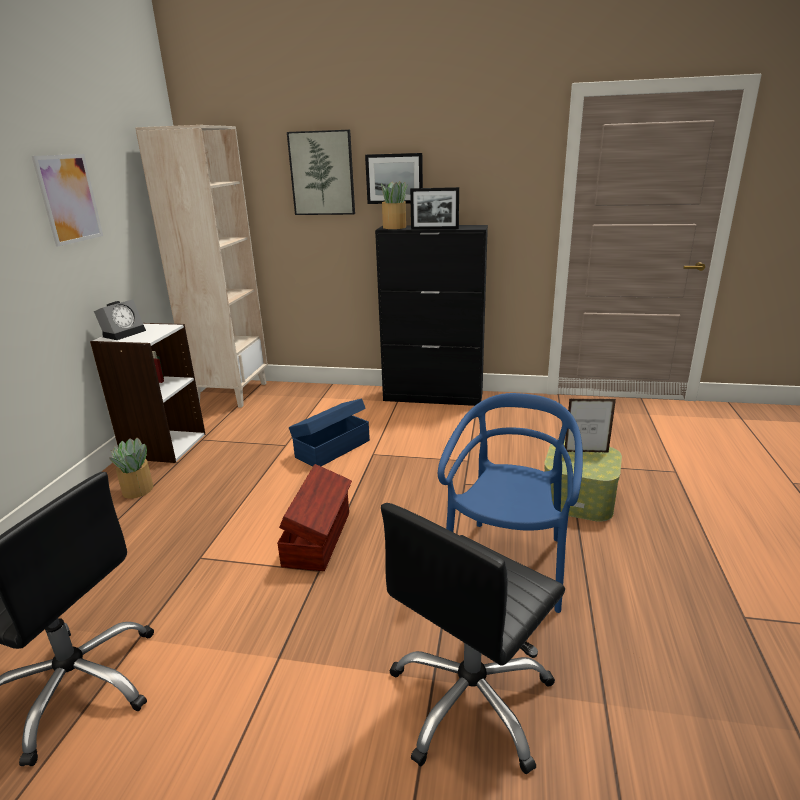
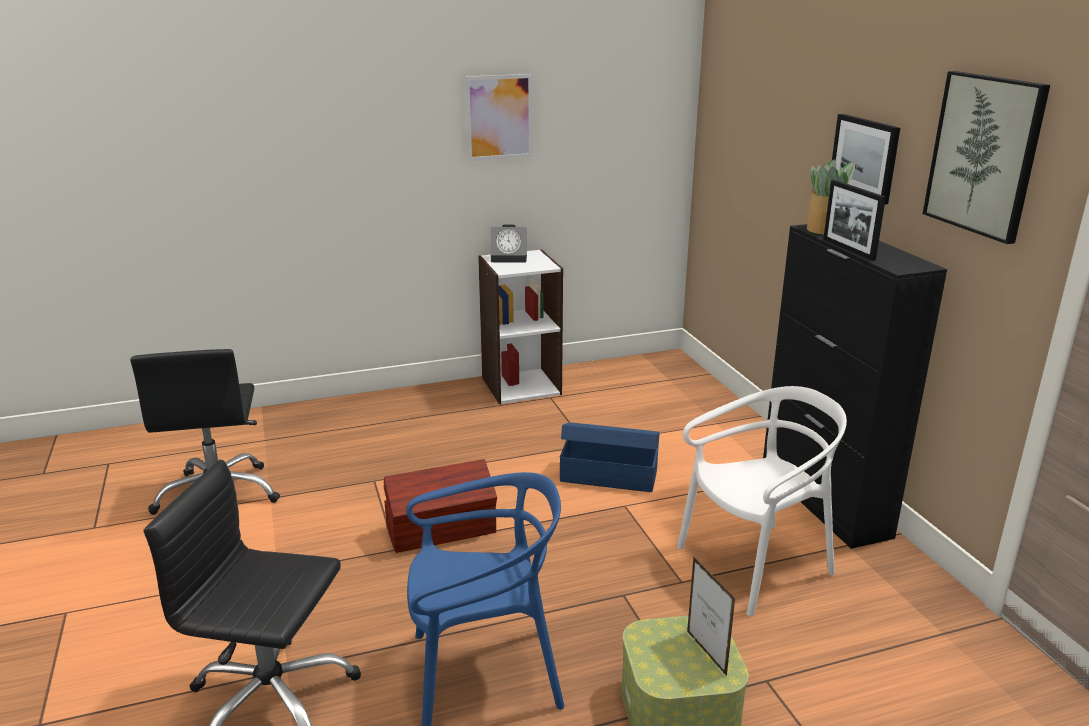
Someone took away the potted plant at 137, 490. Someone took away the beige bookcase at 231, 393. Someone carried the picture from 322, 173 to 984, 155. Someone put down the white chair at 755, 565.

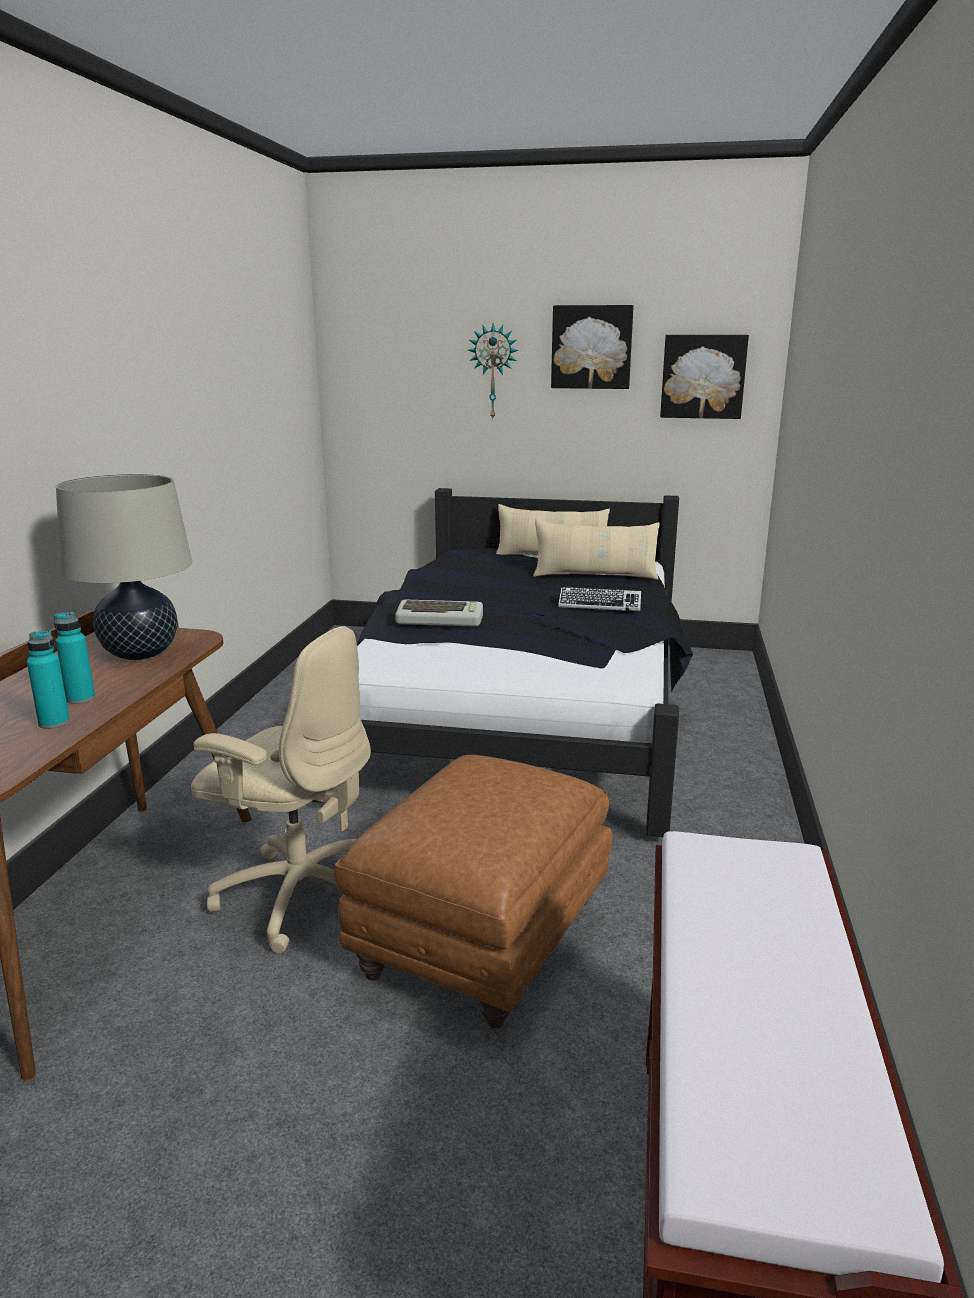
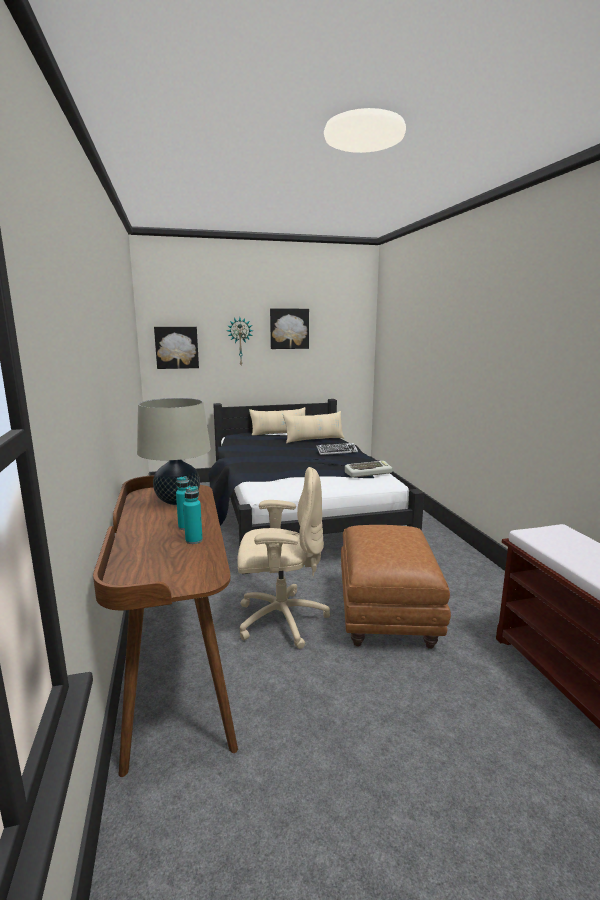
Someone carried the keyboard from 441, 620 to 368, 472. Someone carried the picture from 703, 376 to 176, 347.

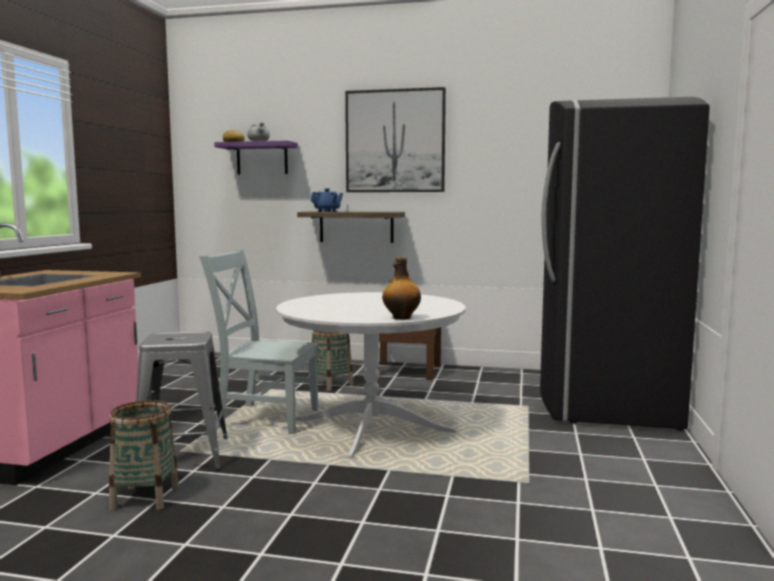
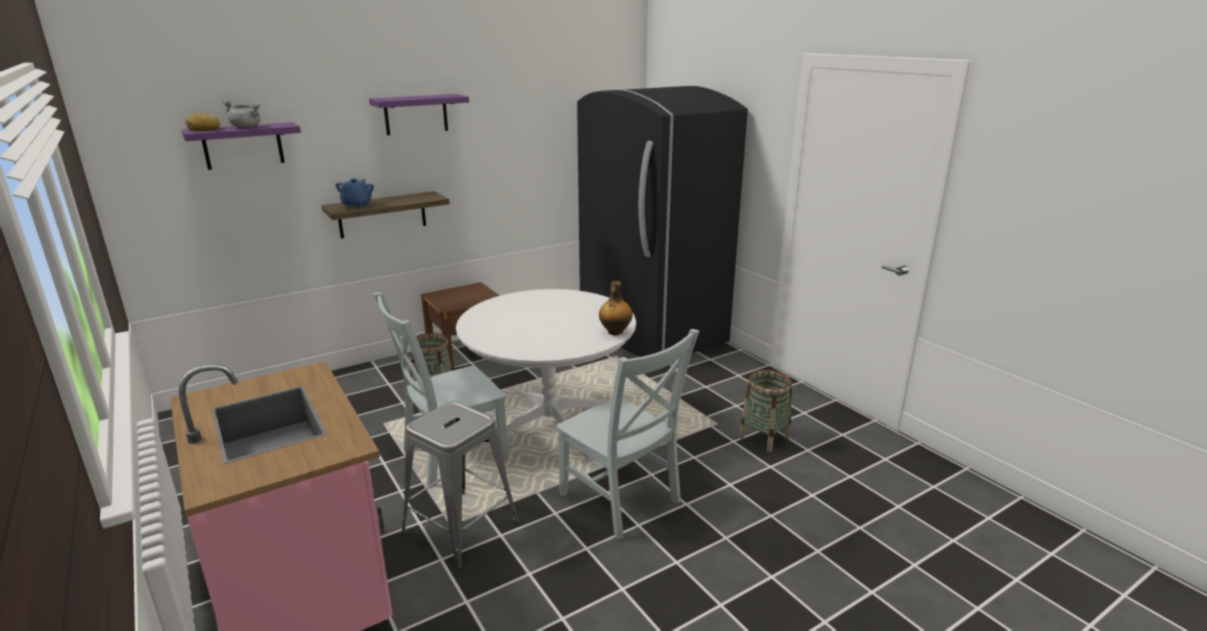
Someone carried the basket from 145, 497 to 764, 437. Someone swapped the picture at 395, 141 for the purple shelf at 416, 114. Someone put down the grey chair at 622, 500.

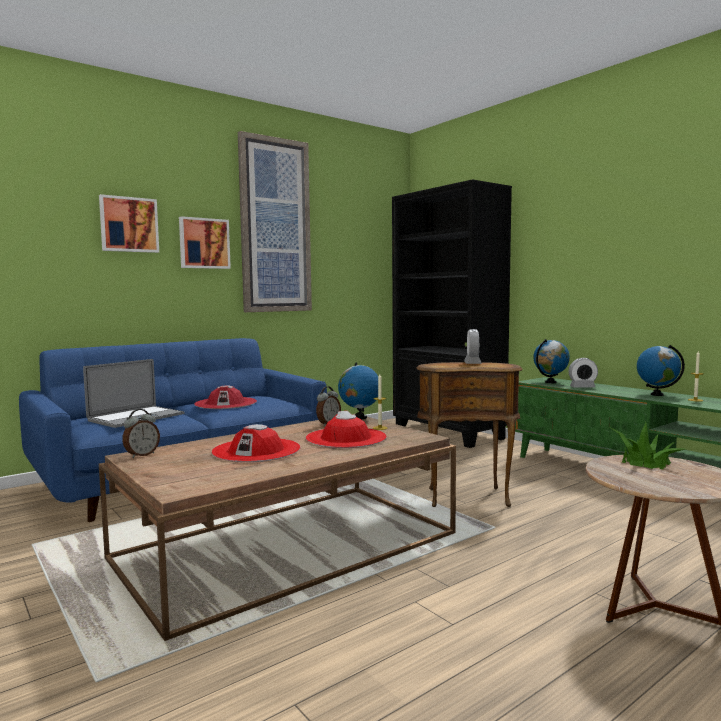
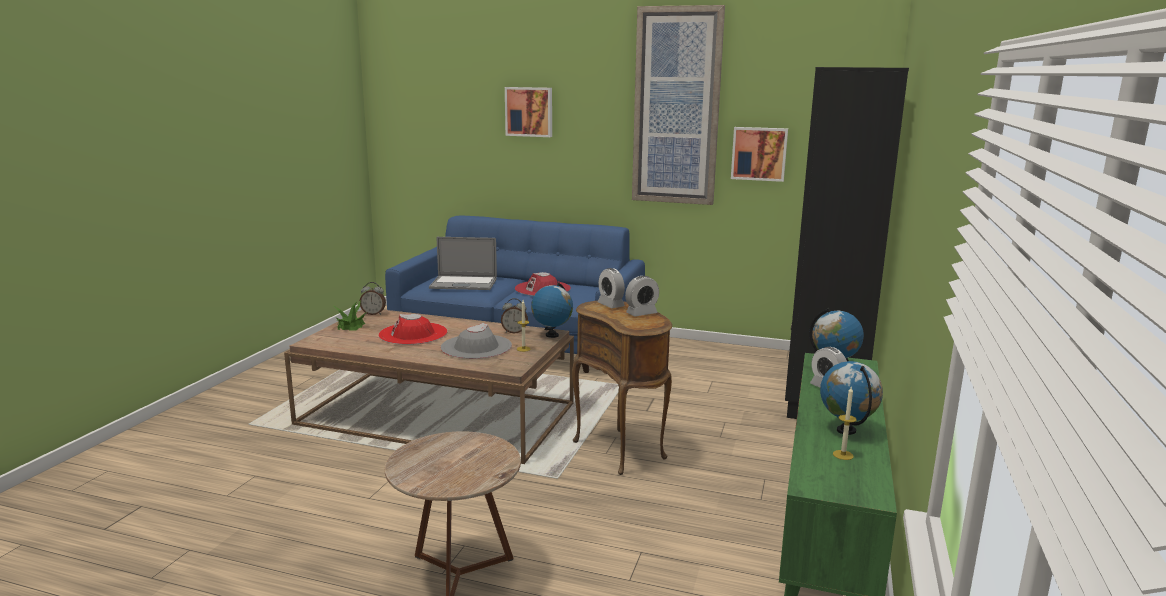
Someone carried the picture from 204, 243 to 759, 153. Someone repainted the red hat at 346, 438, which became the grey hat at 476, 347. Someone carried the potted plant from 645, 462 to 351, 325. Someone put down the alarm clock at 610, 305.

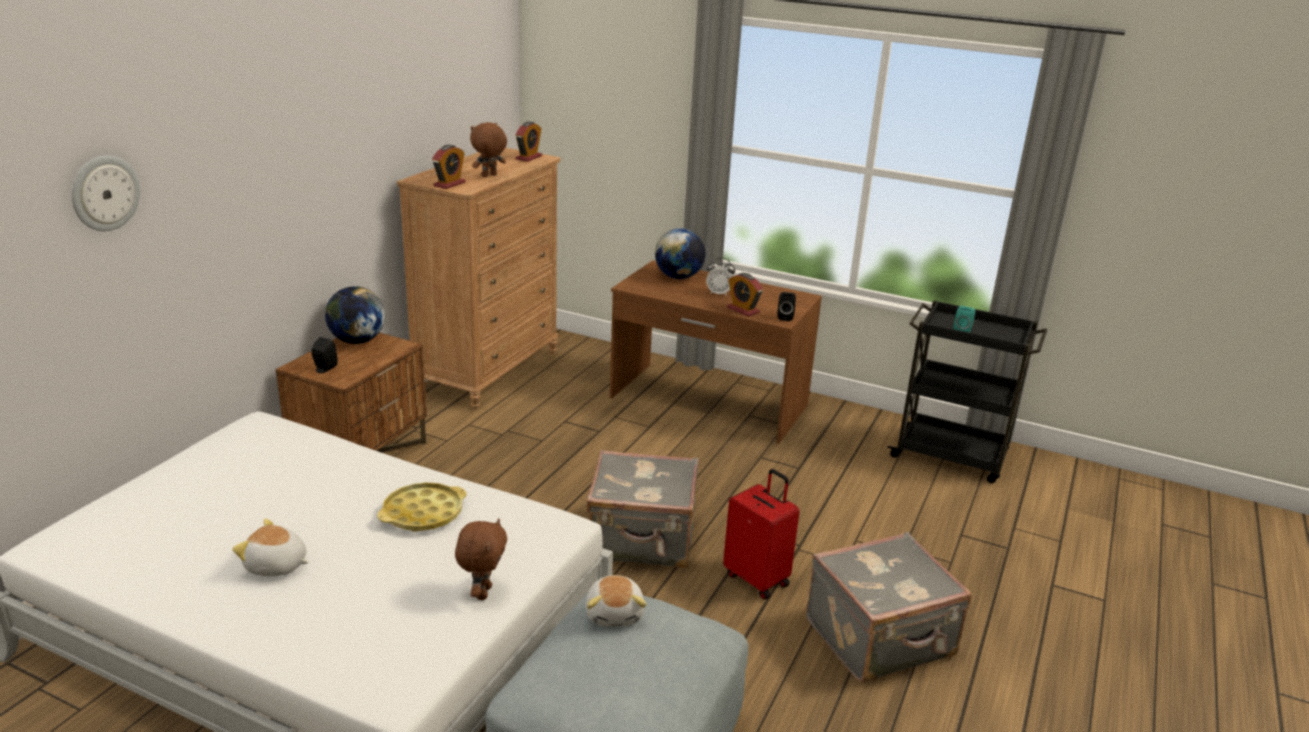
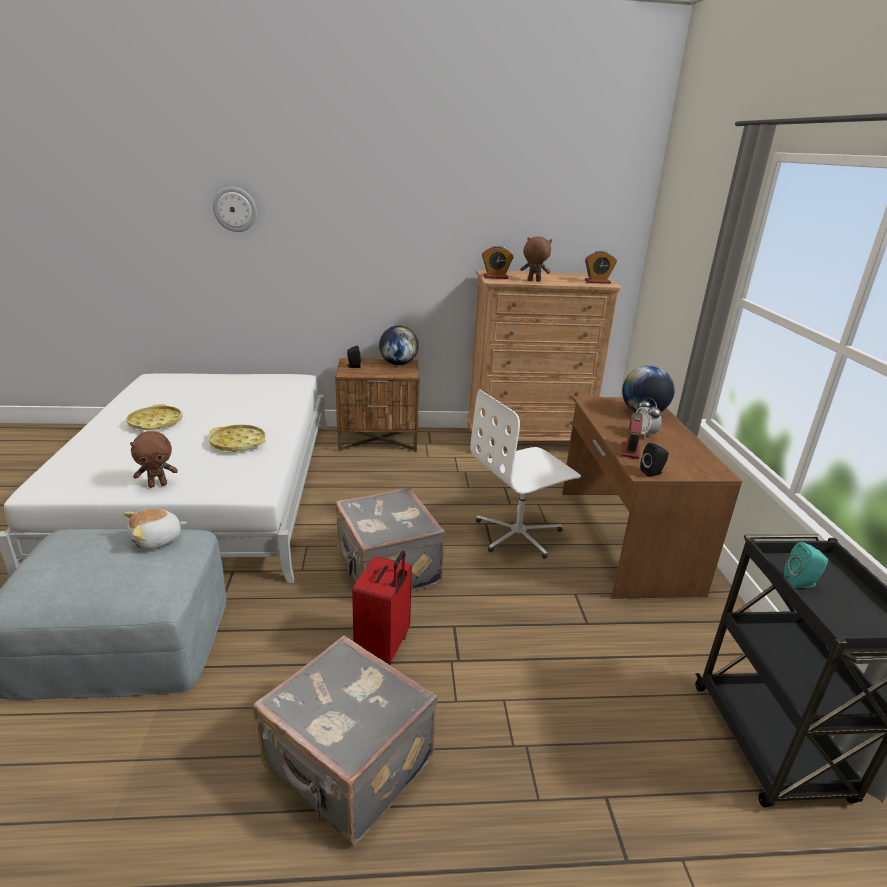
Someone swapped the plush toy at 276, 566 for the yellow tray at 155, 422. Someone put down the white office chair at 519, 534.

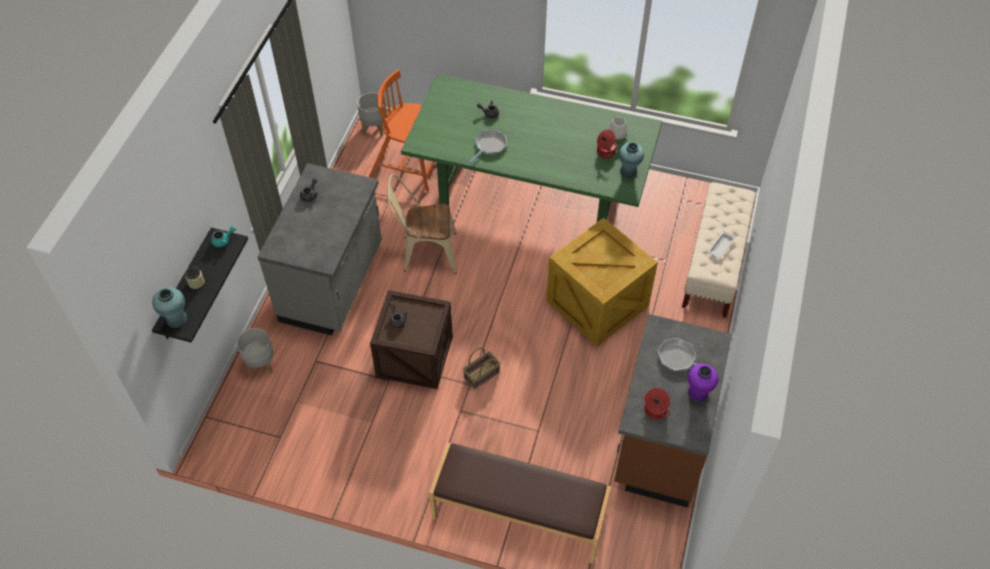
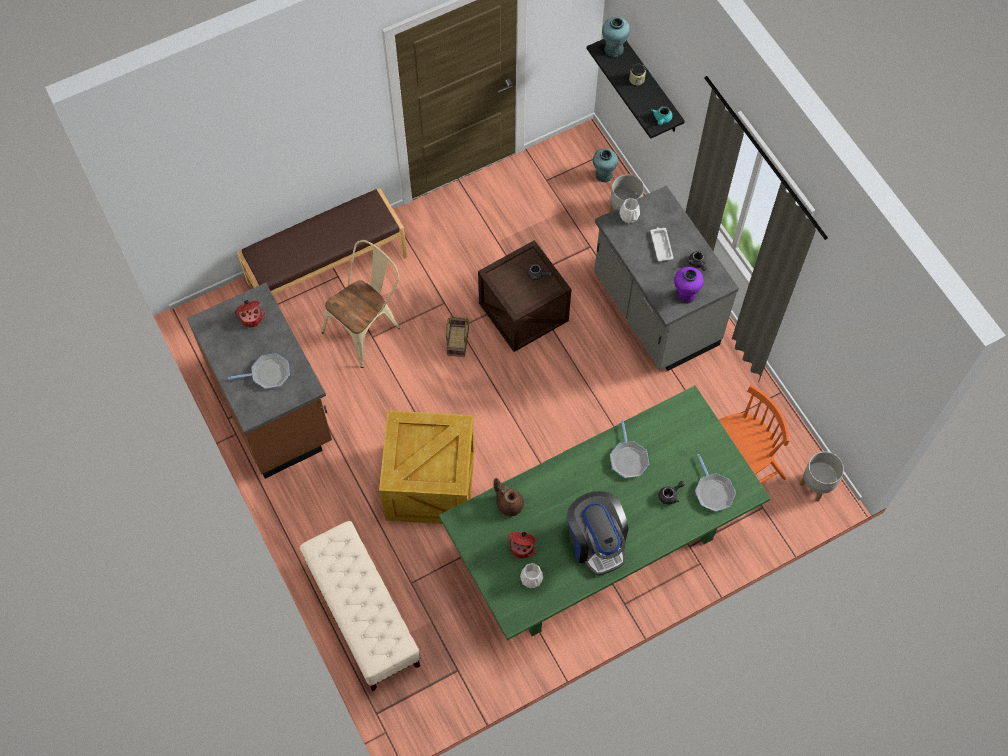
Someone carried the beige chair from 424, 253 to 367, 327. Someone carried the turquoise vase from 628, 171 to 604, 175. Someone carried the purple vase from 697, 393 to 685, 295. Someone carried the white tray from 720, 247 to 661, 245. Someone put down the brown teapot at 509, 503. Someone put down the coffee machine at 596, 541. Someone put down the white vase at 628, 216. Someone put down the frying pan at 713, 491.

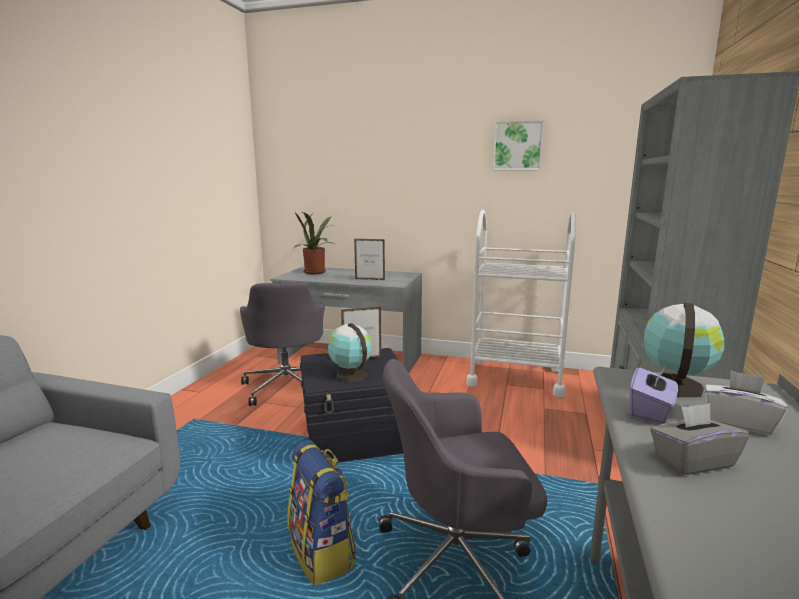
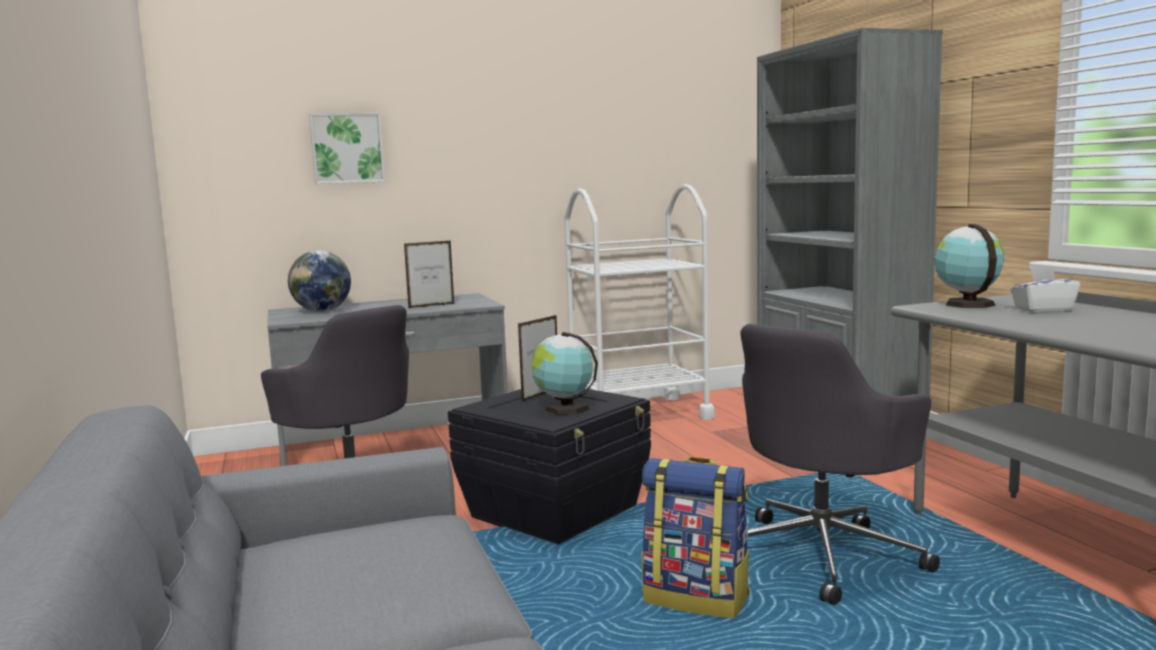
Someone swapped the potted plant at 316, 272 for the globe at 322, 311. Someone carried the picture from 517, 146 to 347, 148. Someone took away the purple tissue box at 650, 411. Someone took away the grey tissue box at 692, 461.

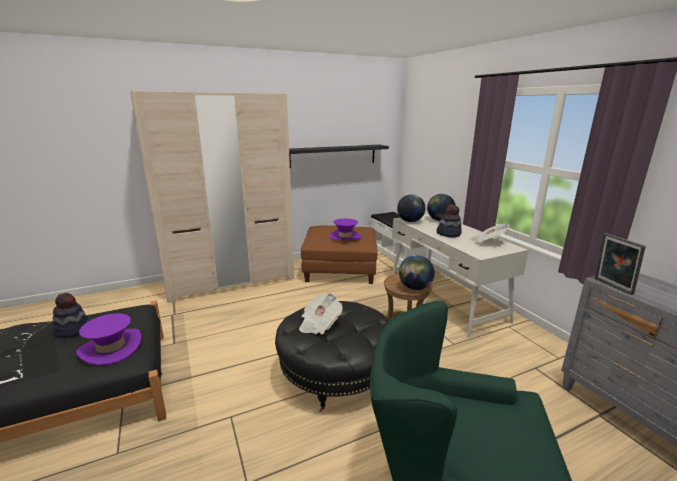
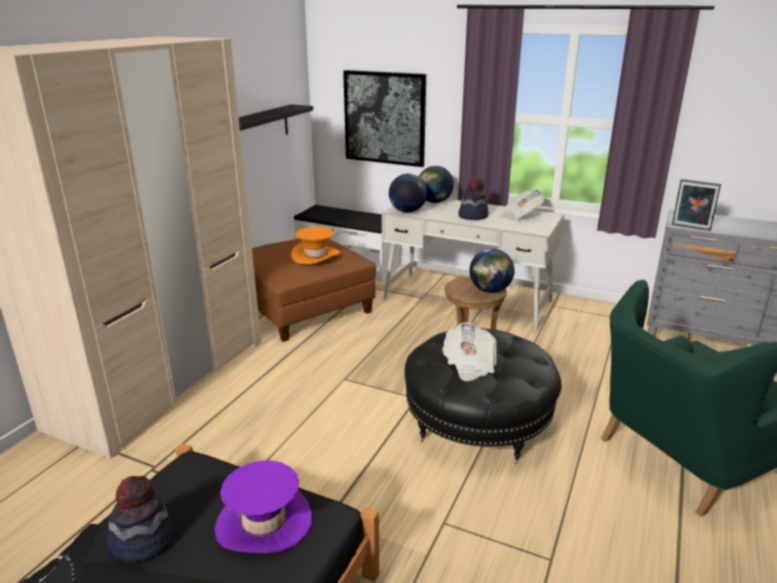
Someone repainted the purple hat at 345, 237, which became the orange hat at 316, 256. Someone put up the picture at 384, 118.

